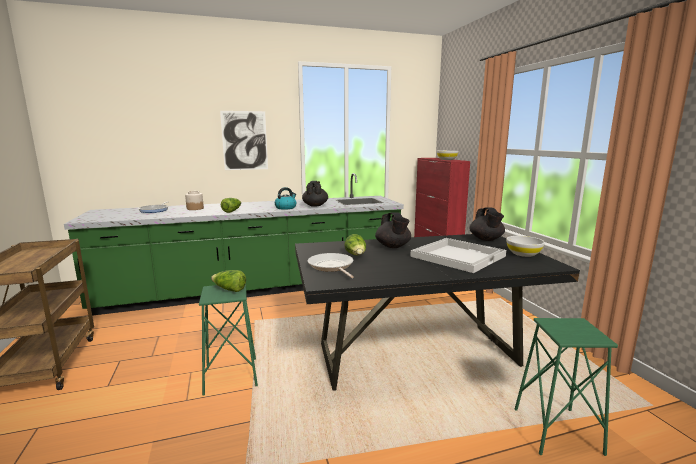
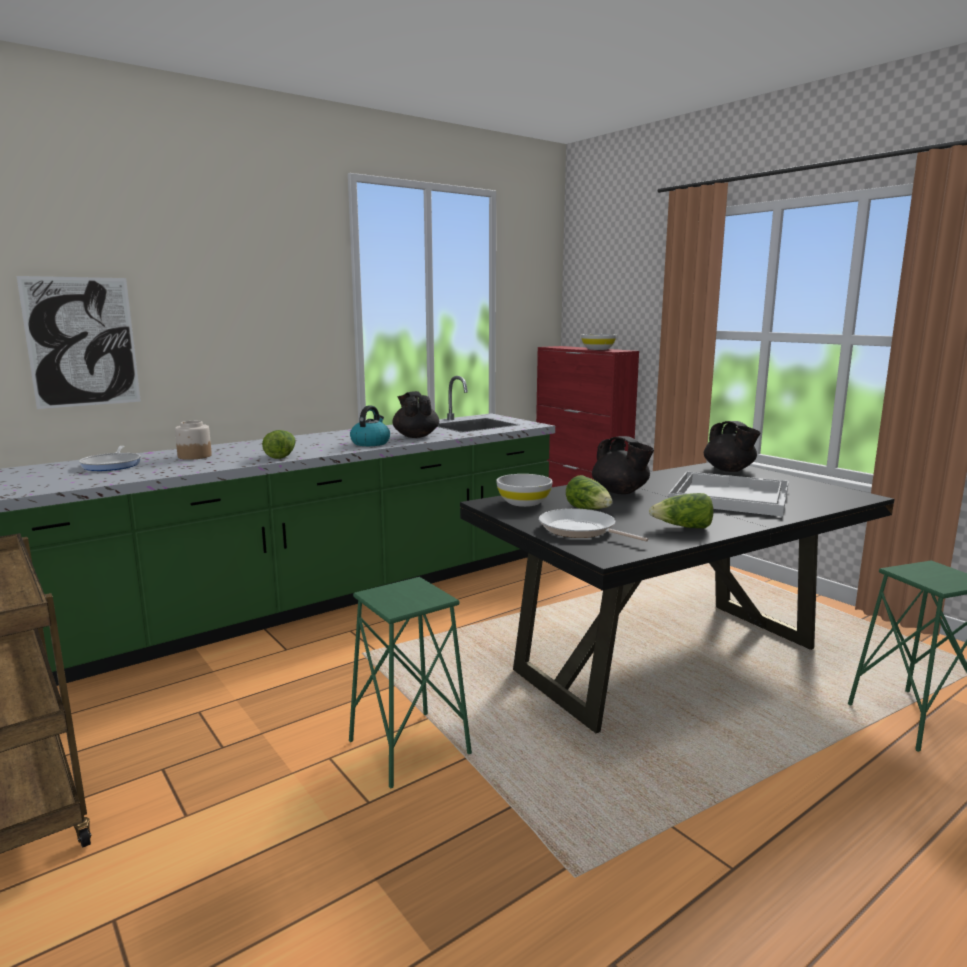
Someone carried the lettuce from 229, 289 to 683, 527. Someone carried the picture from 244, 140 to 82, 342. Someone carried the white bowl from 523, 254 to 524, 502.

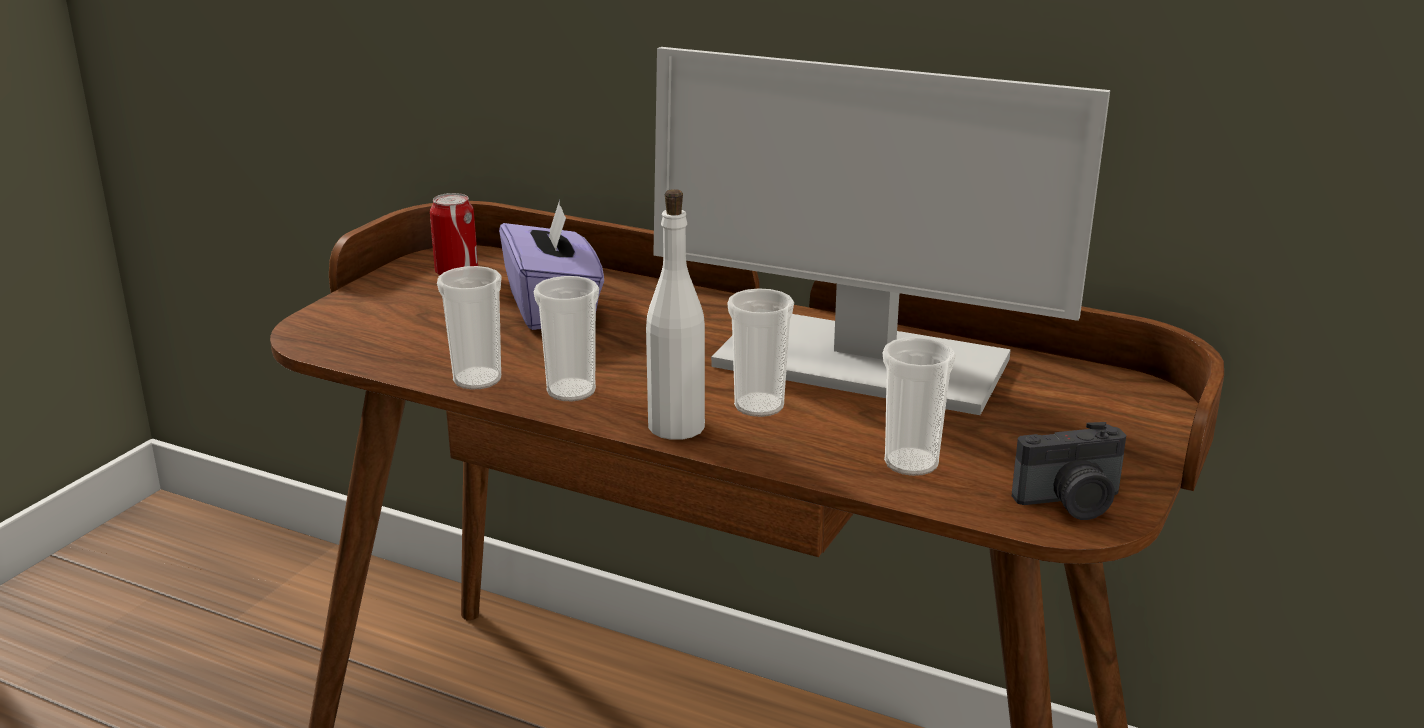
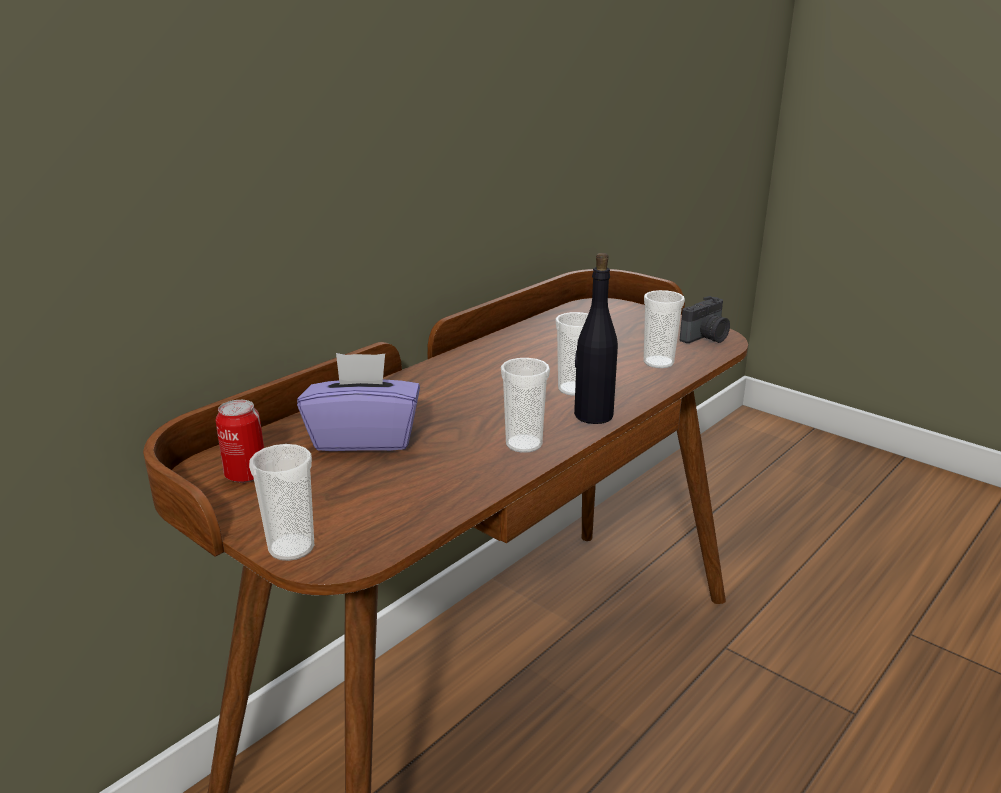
Someone carried the cup from 477, 379 to 291, 548. Someone repainted the white bottle at 676, 426, which became the black bottle at 593, 415. Someone took away the monitor at 858, 363. Someone rotated the photo camera at 1071, 503 by 45 degrees clockwise.

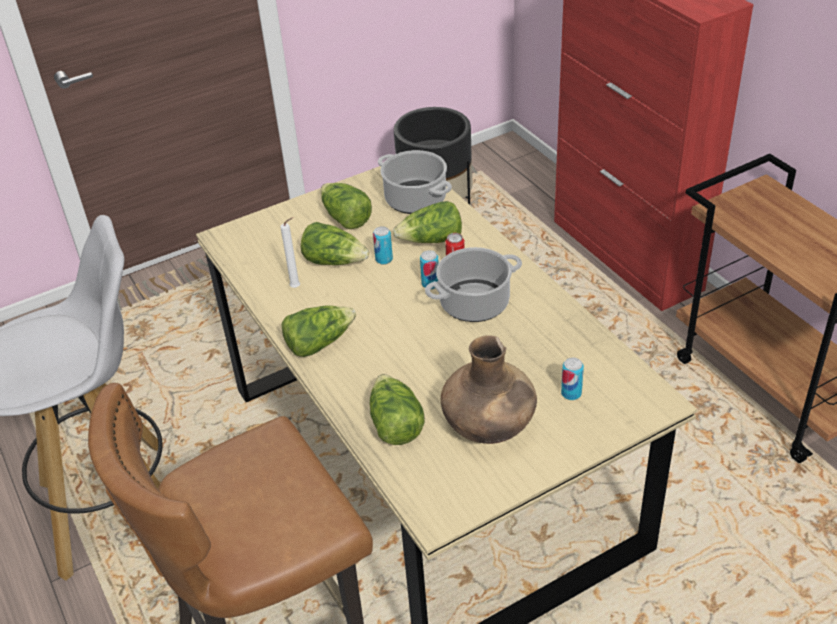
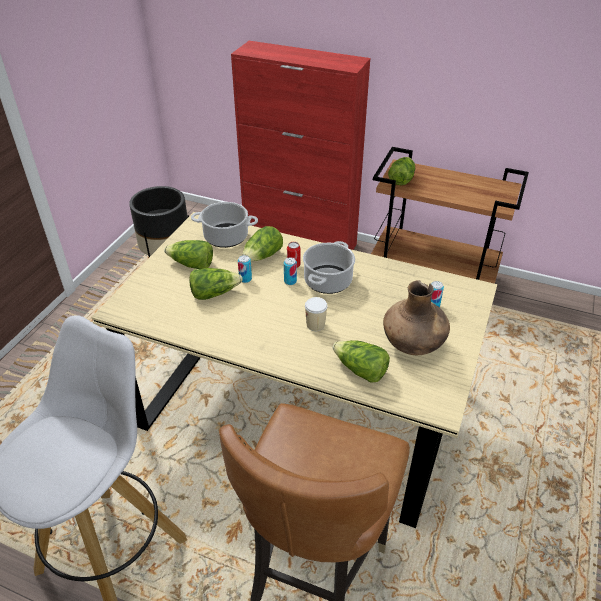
Someone took away the white candle at 297, 287. Someone carried the lettuce from 319, 343 to 401, 179. Someone put down the cup at 315, 325.

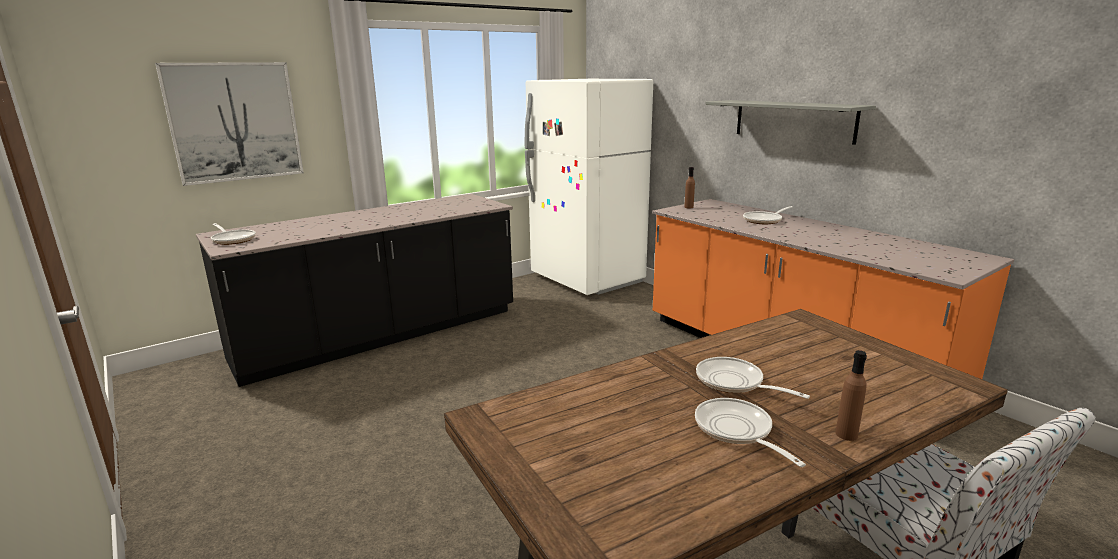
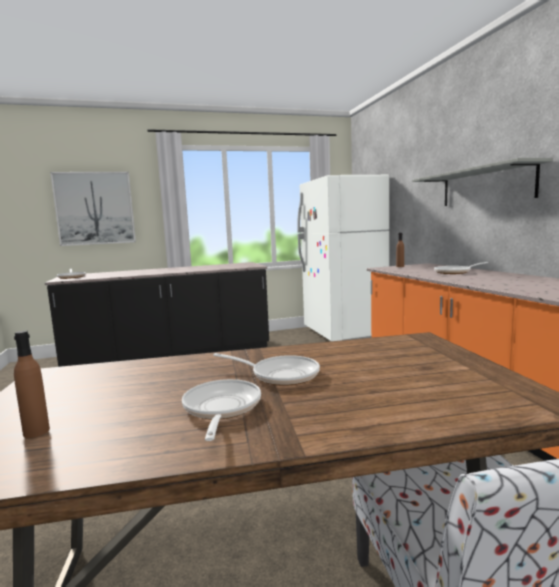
Someone rotated the frying pan at 734, 383 by 135 degrees clockwise. Someone carried the brown bottle from 846, 434 to 36, 431.

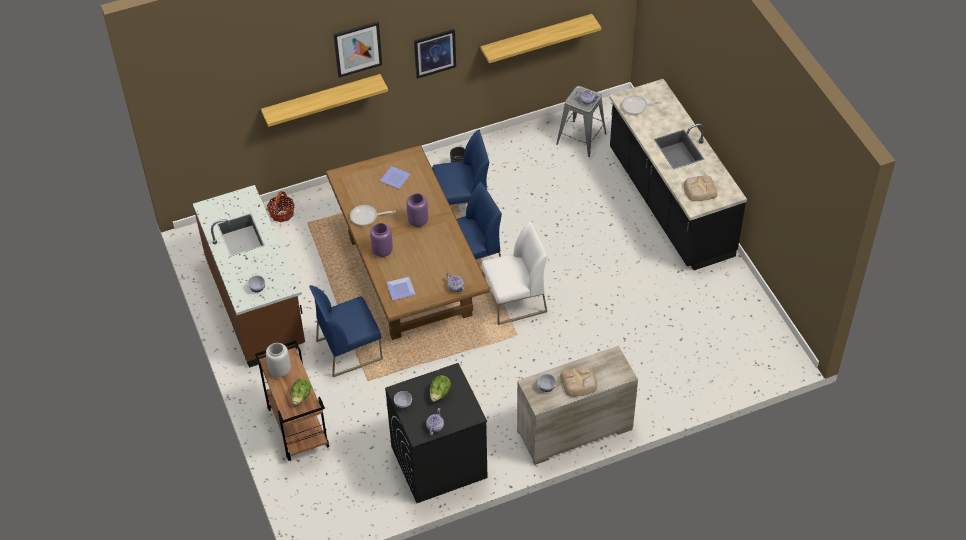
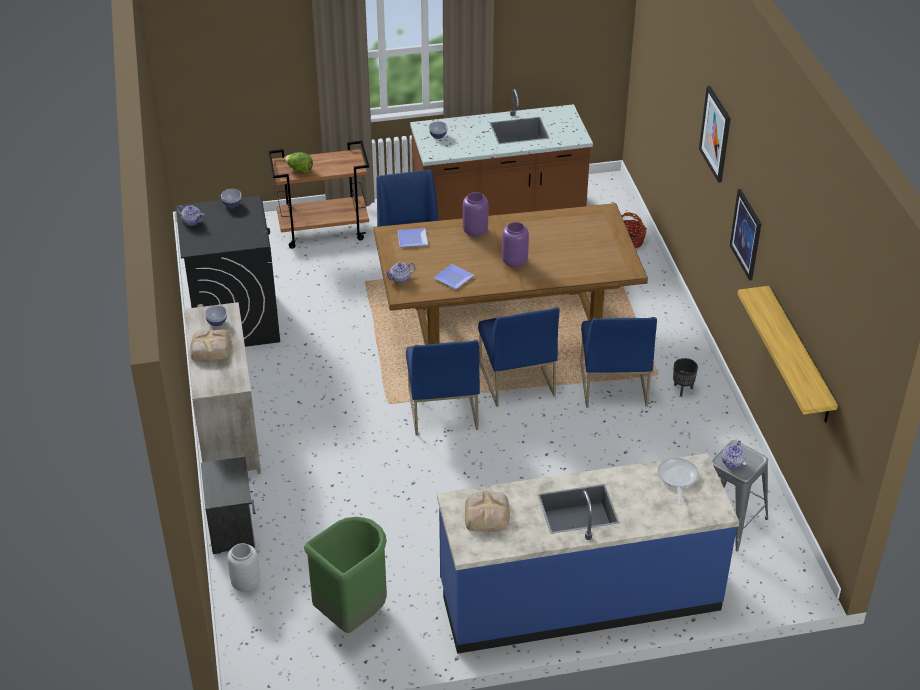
Someone took away the shelf at 322, 99. Someone carried the grey vase from 280, 370 to 246, 583. Someone took away the frying pan at 366, 217. Someone carried the plate from 395, 179 to 452, 278. Someone took away the lettuce at 439, 394. Someone repainted the white chair at 514, 301, which became the blue chair at 442, 409. Someone repainted the black counter at 669, 203, which became the blue counter at 579, 596. Someone put down the nightstand at 232, 527. Someone put down the green trash can at 352, 613.

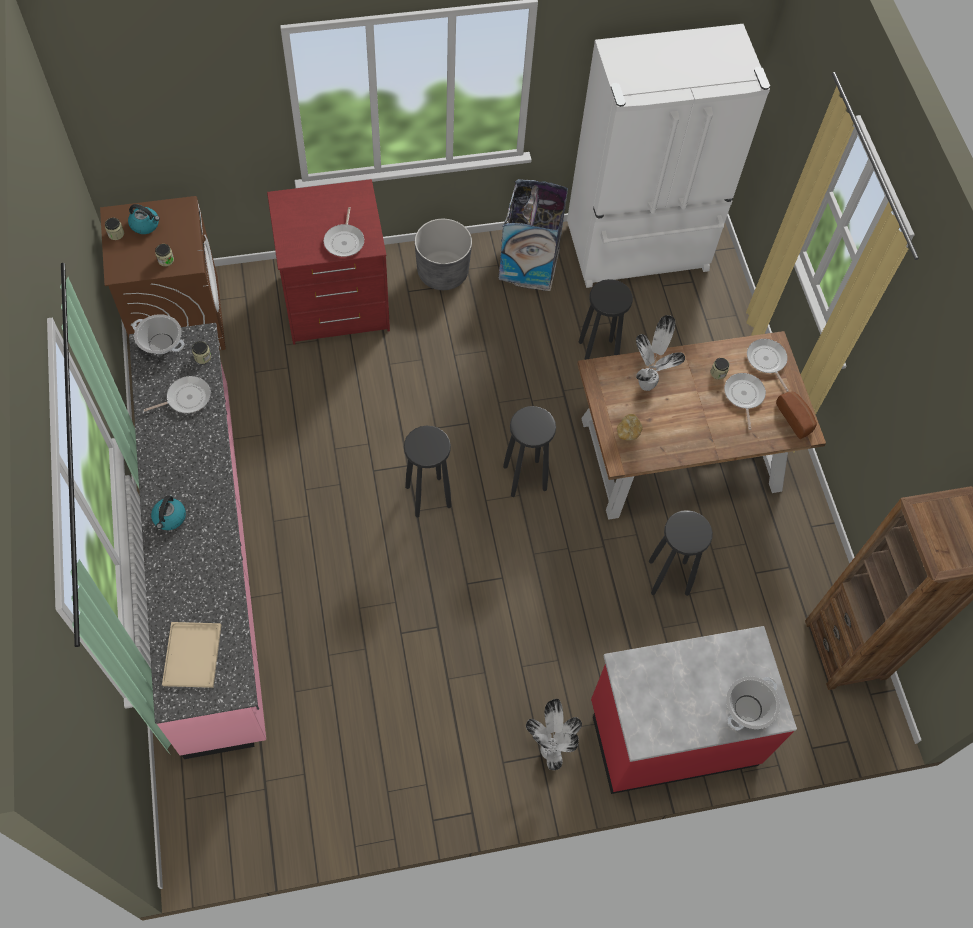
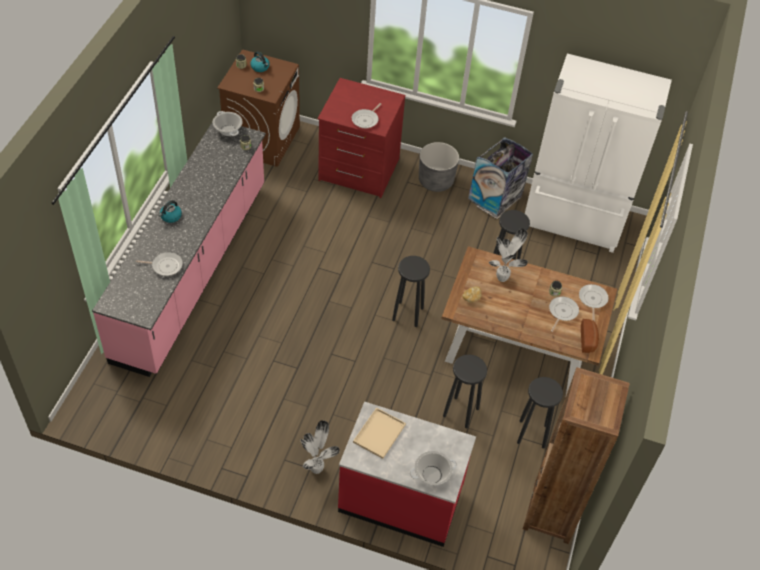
Someone carried the frying pan from 186, 398 to 165, 266. Someone carried the beige tray from 191, 653 to 379, 432. Someone carried the black stool from 427, 496 to 531, 433.

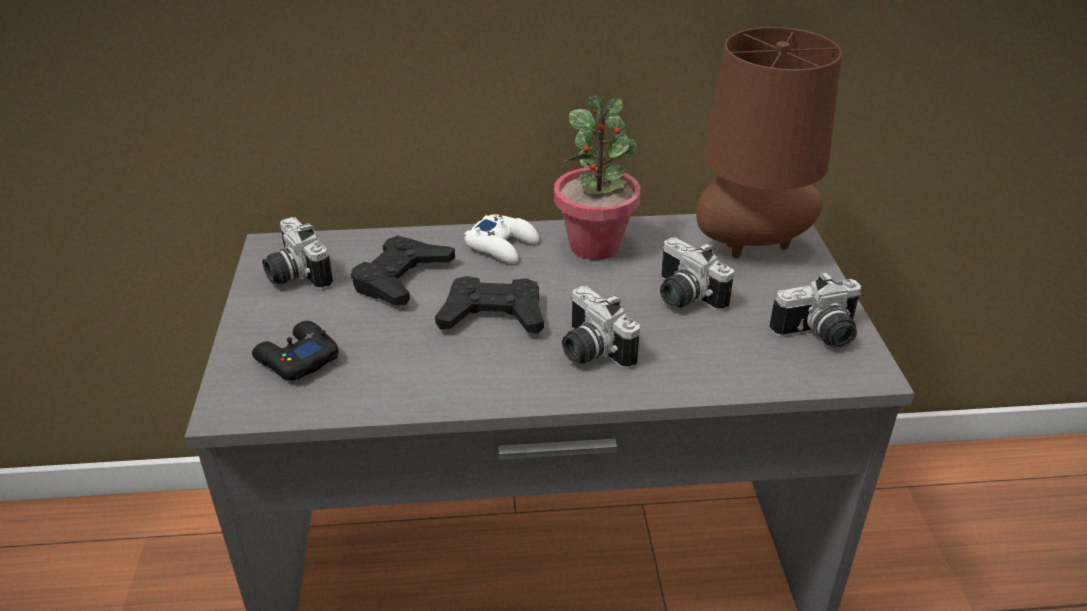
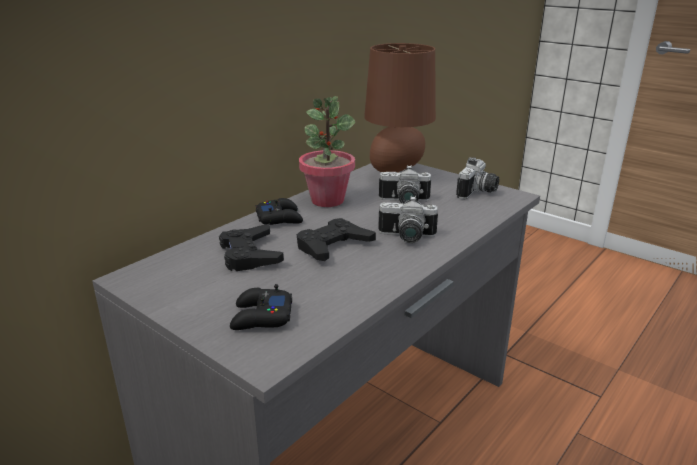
Someone took away the photo camera at 294, 275. Someone repainted the white game controller at 502, 245, which became the black game controller at 279, 218.

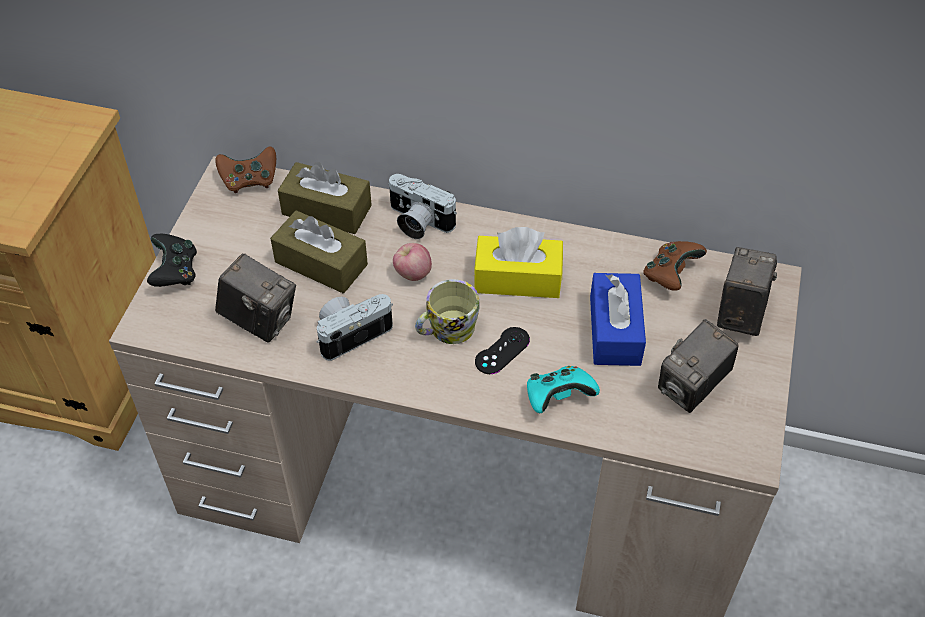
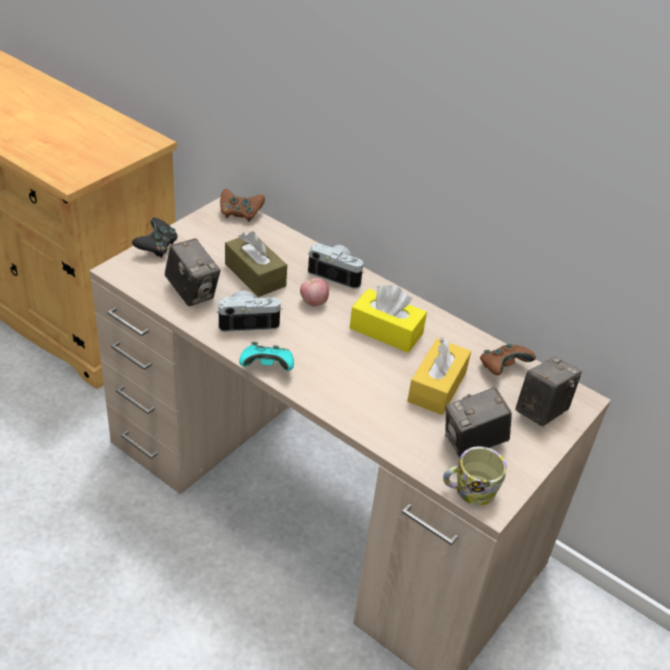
Someone took away the brown tissue box at 326, 210. Someone rotated the photo camera at 417, 222 by 150 degrees clockwise. Someone carried the mug from 446, 330 to 469, 490. Someone took away the black game controller at 502, 351. Someone carried the turquoise game controller from 558, 398 to 267, 367. Someone repainted the blue tissue box at 615, 330, which became the yellow tissue box at 437, 387.

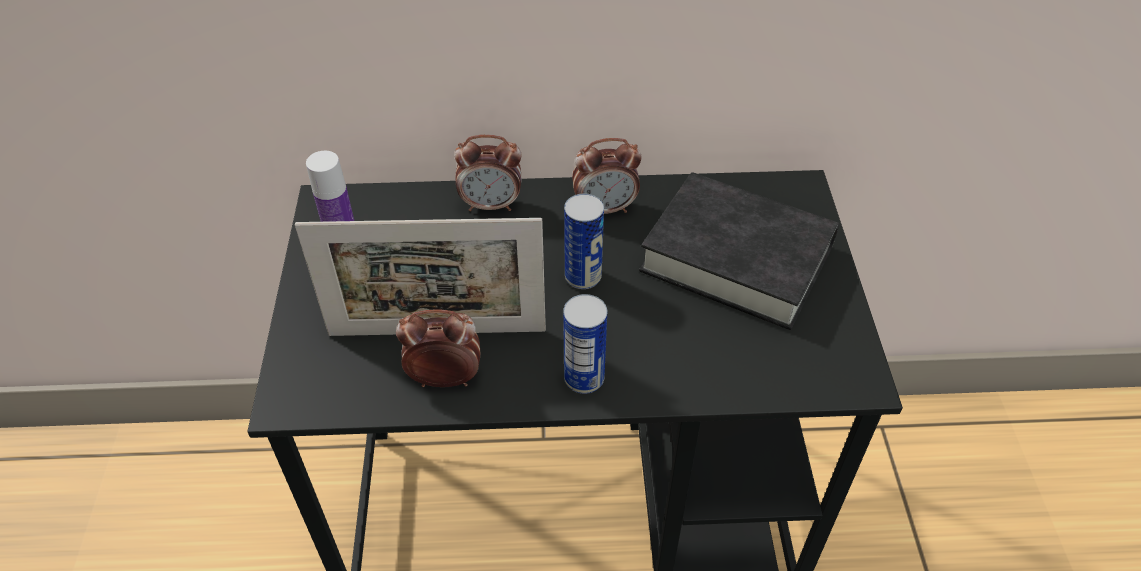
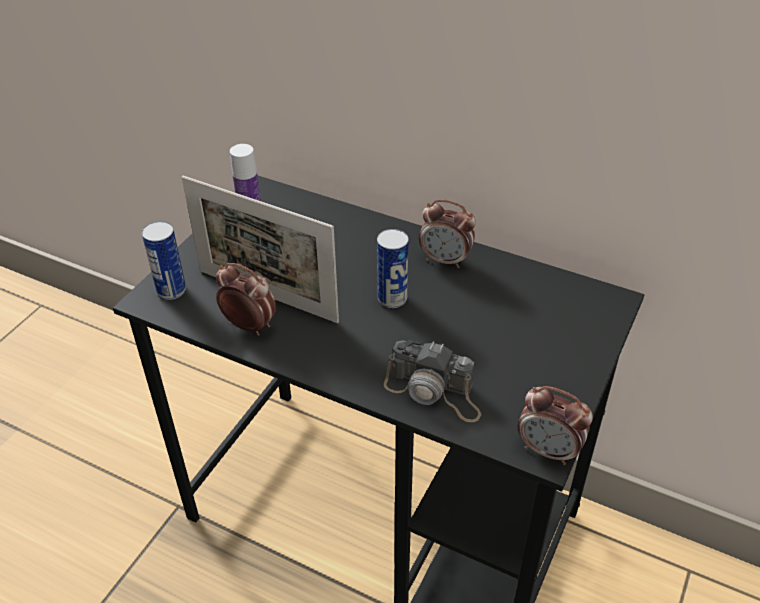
Someone carried the alarm clock from 491, 205 to 548, 450. Someone carried the can from 584, 378 to 171, 290. Someone took away the black book at 737, 258. Someone put down the photo camera at 434, 392.

